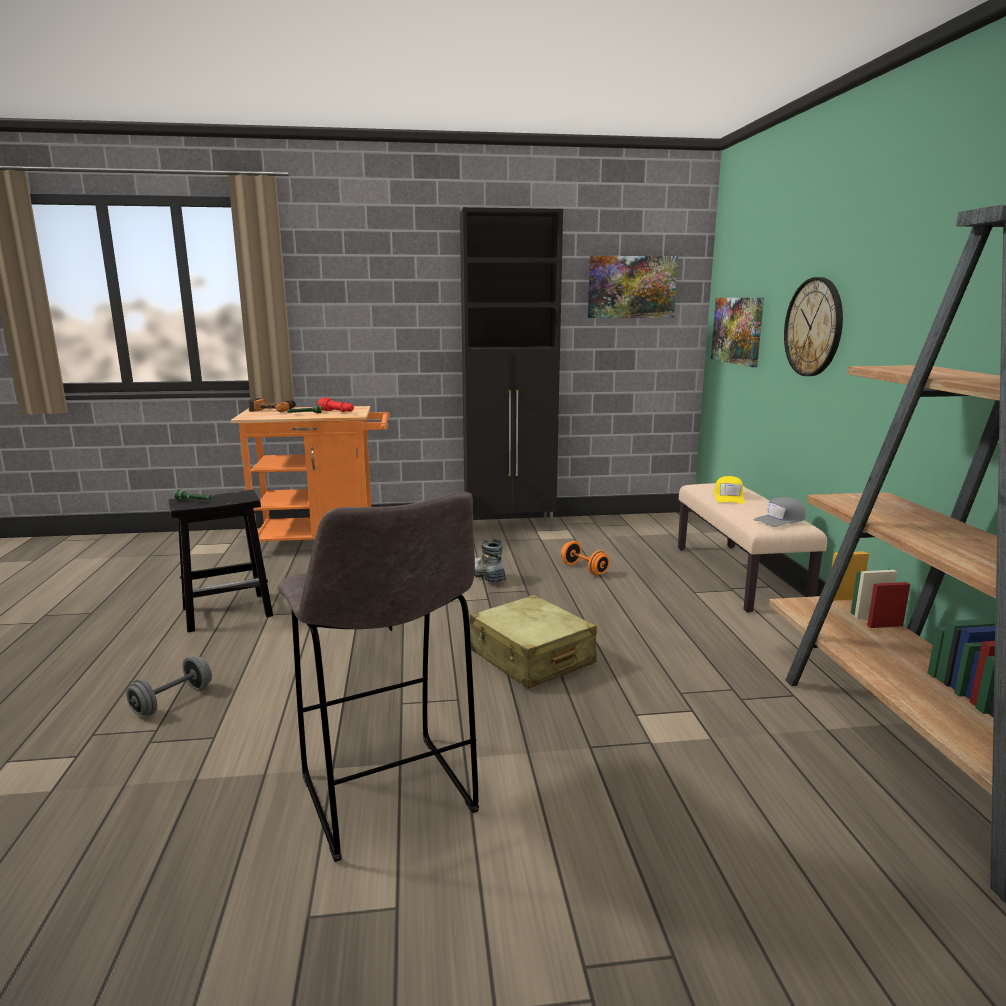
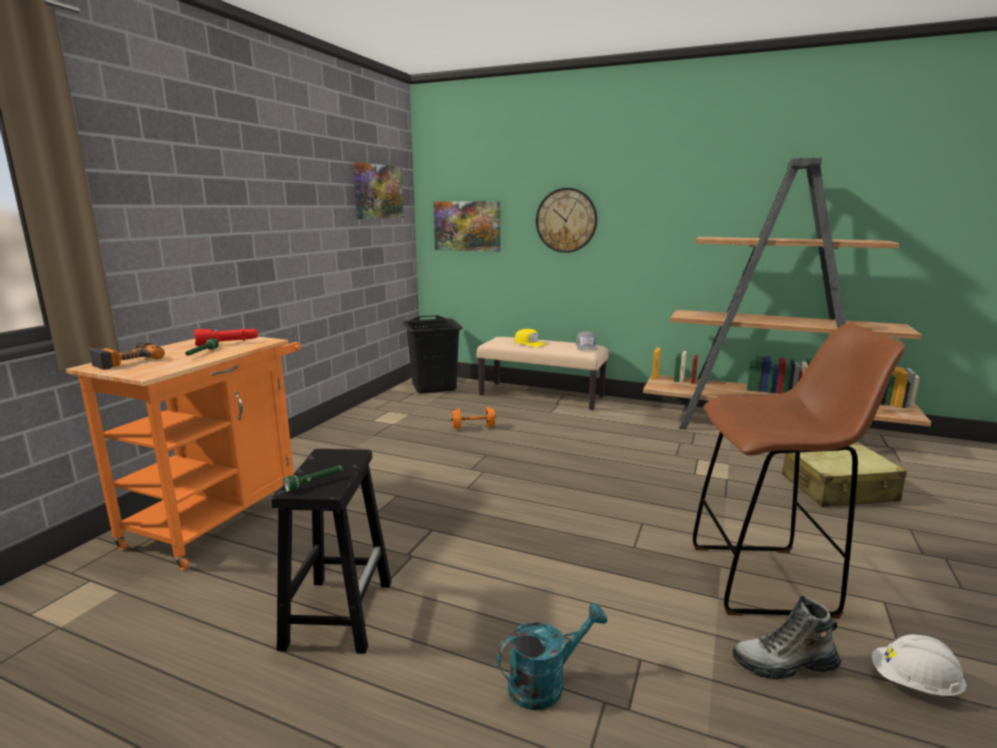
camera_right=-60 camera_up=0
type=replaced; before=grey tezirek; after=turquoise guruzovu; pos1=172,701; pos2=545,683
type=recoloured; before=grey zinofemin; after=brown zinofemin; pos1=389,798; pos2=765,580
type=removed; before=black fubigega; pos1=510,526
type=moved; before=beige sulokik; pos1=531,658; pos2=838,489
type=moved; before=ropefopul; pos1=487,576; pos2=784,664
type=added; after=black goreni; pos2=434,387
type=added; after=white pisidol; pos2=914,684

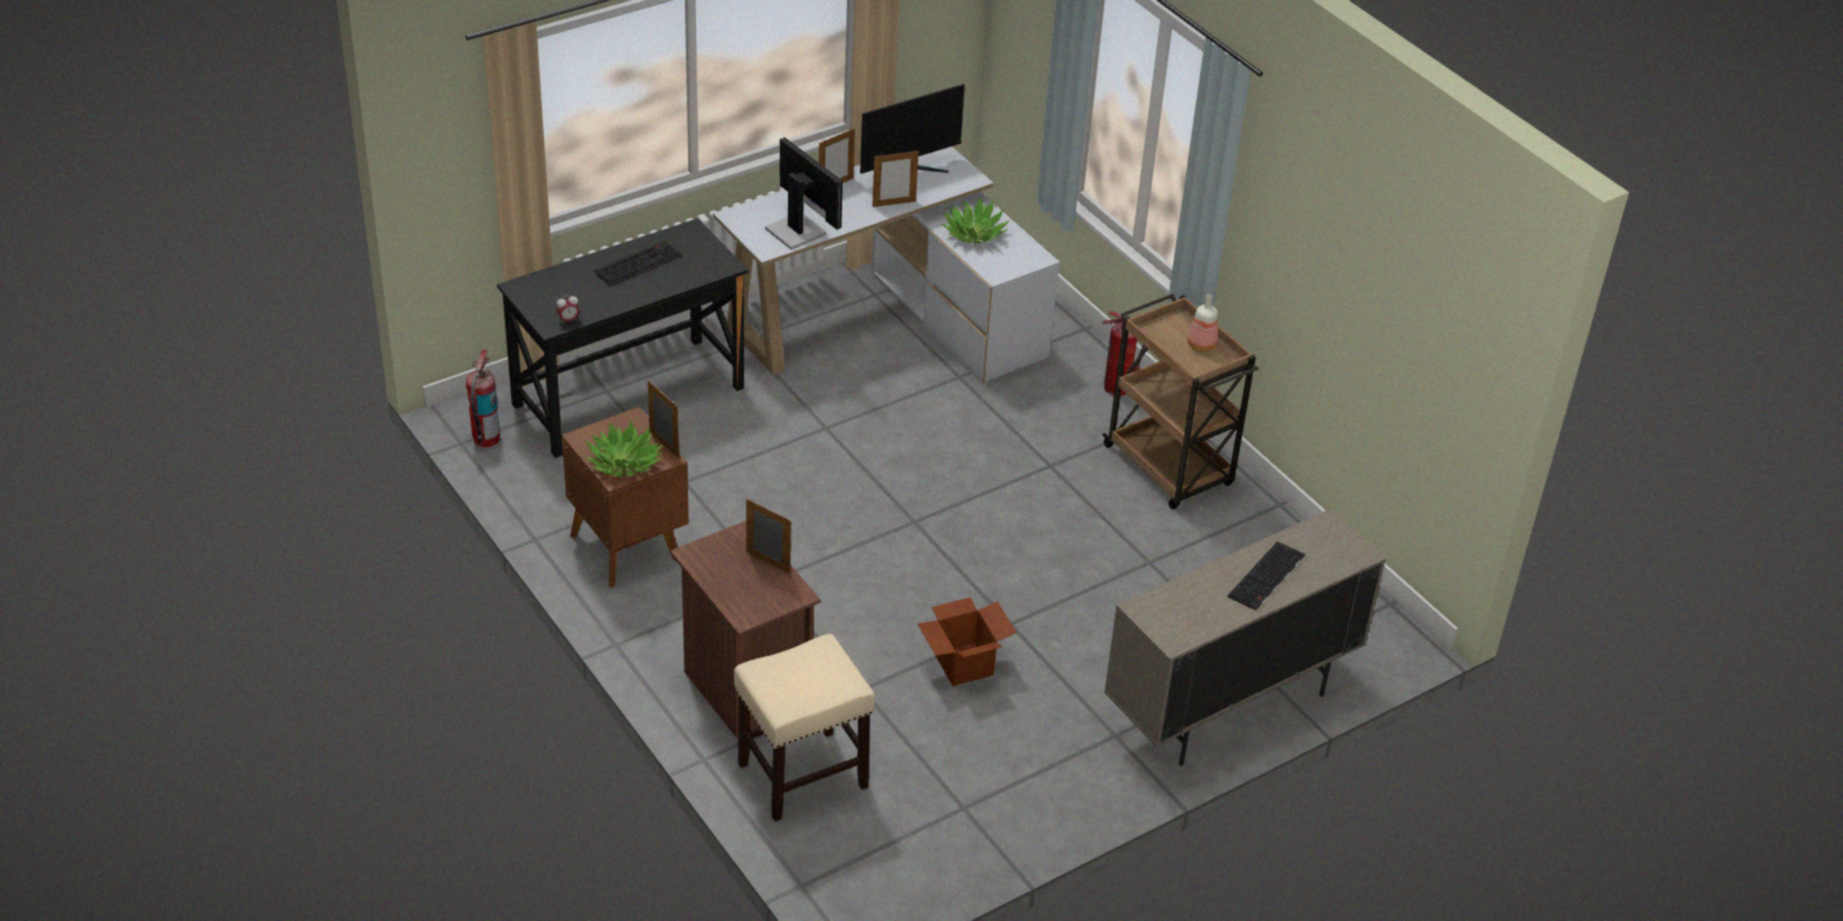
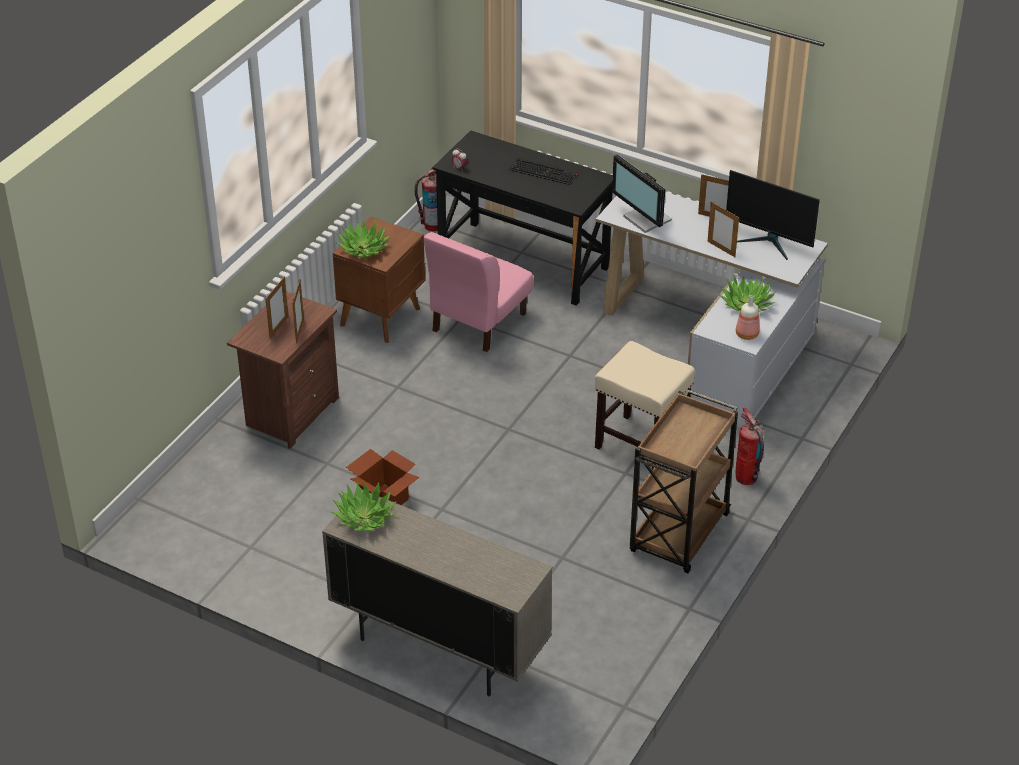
camera_right=65 camera_up=0
type=moved; before=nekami; pos1=664,445; pos2=279,327
type=moved; before=beige zinofemin; pos1=801,776; pos2=639,444
type=turned; before=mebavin; pos1=796,230; pos2=646,219; turn=120
type=moved; before=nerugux; pos1=1202,345; pos2=746,335
type=removed; before=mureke; pos1=1267,577
type=added; after=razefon; pos2=365,517
type=added; after=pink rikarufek; pos2=478,322

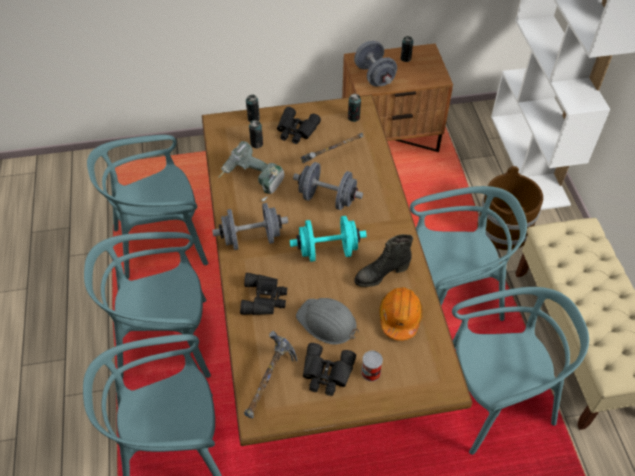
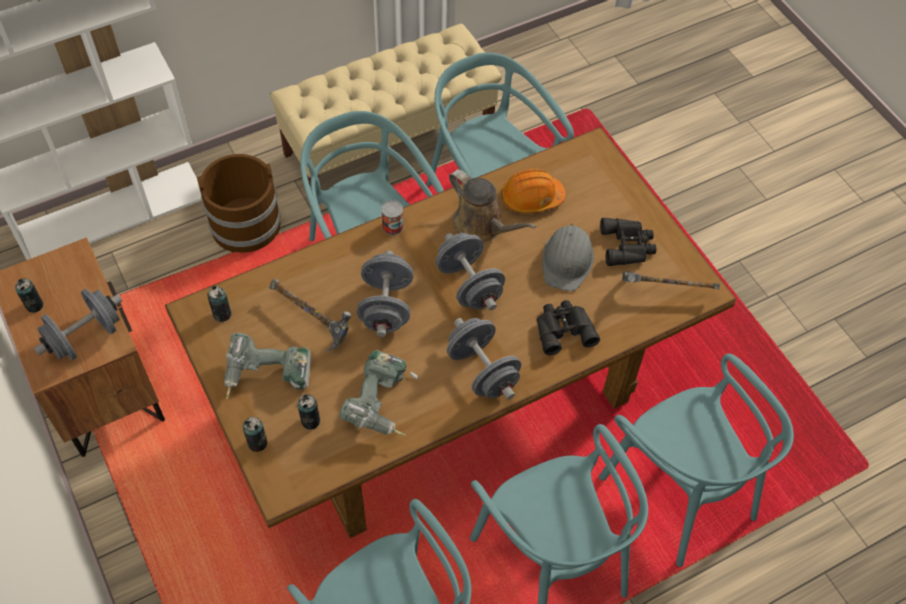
camera_right=-110 camera_up=5
type=replaced; before=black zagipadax; after=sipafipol; pos1=296,130; pos2=268,378
type=recoloured; before=turquoise tezirek; after=grey tezirek; pos1=327,251; pos2=469,285
type=replaced; before=black ropefopul; after=brown guruzovu; pos1=381,274; pos2=482,226
type=moved; before=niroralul; pos1=371,372; pos2=392,226

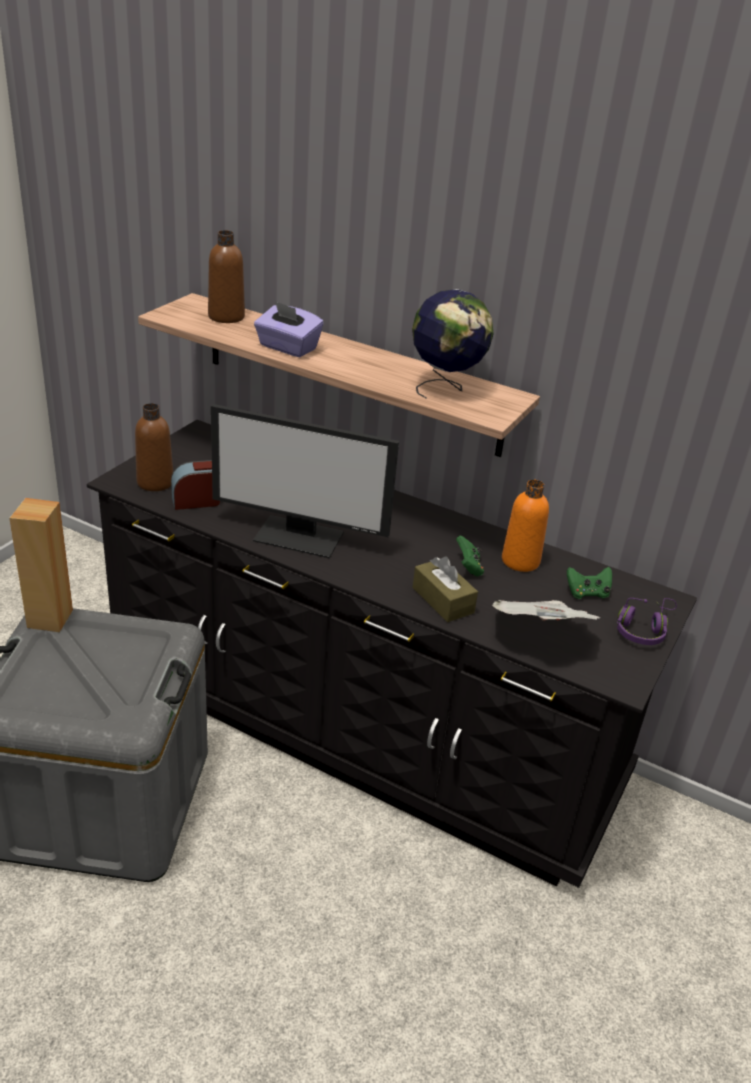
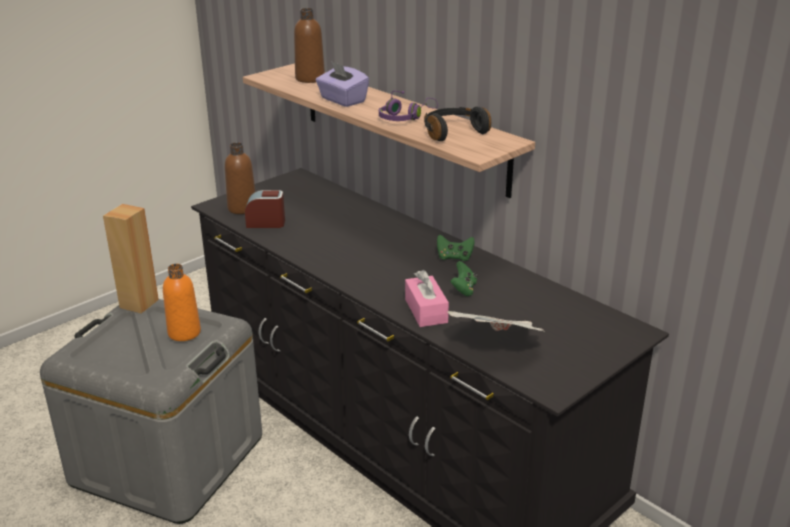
camera_right=20 camera_up=-5
type=removed; before=mebavin; pos1=300,536
type=replaced; before=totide; after=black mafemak; pos1=445,388; pos2=453,132
type=recoloured; before=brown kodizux; after=pink kodizux; pos1=443,600; pos2=426,311
type=moved; before=orange nerugux; pos1=520,561; pos2=184,333
type=moved; before=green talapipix; pos1=587,593; pos2=454,257
type=moved; before=purple mafemak; pos1=643,629; pos2=405,118

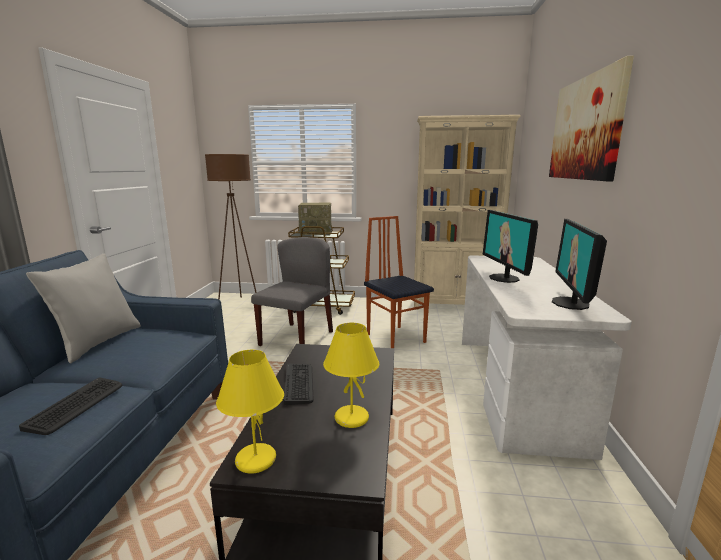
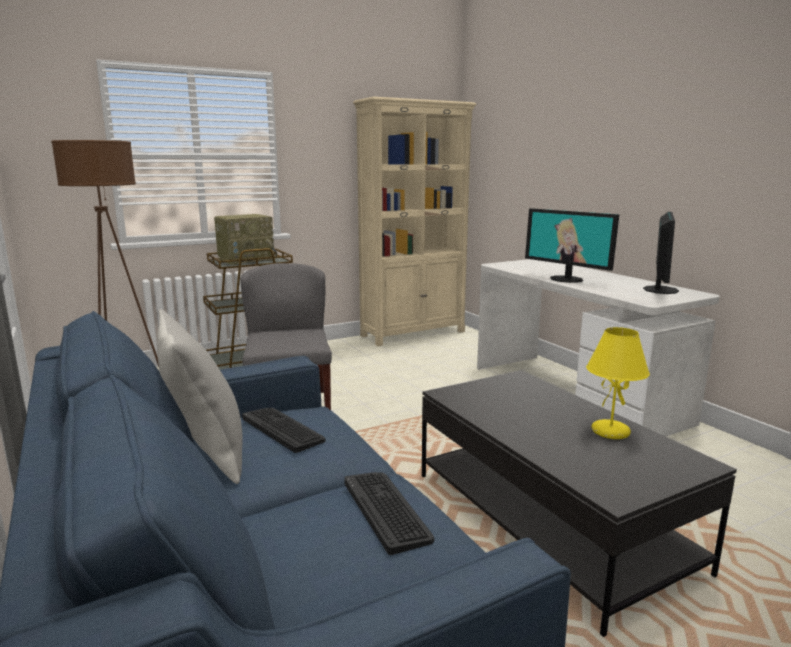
camera_right=-35 camera_up=0
type=removed; before=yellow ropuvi; pos1=255,460
type=moved; before=mureke; pos1=299,383; pos2=283,429
type=removed; before=rikarufek; pos1=396,338
type=removed; before=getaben; pos1=585,128
type=turned; before=mebavin; pos1=571,303; pos2=659,290; turn=-135

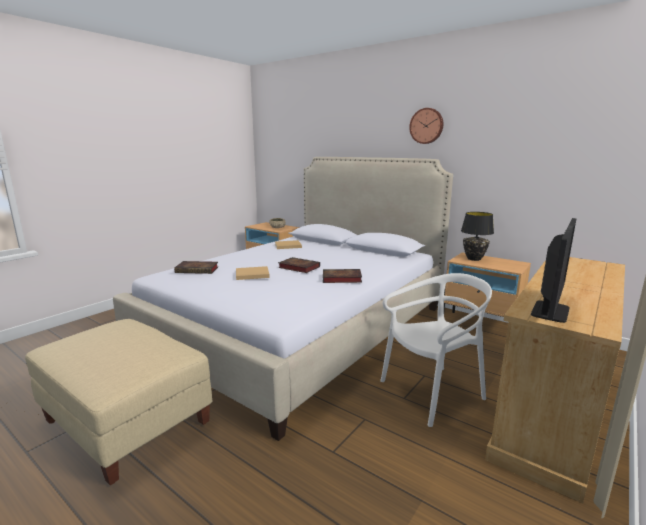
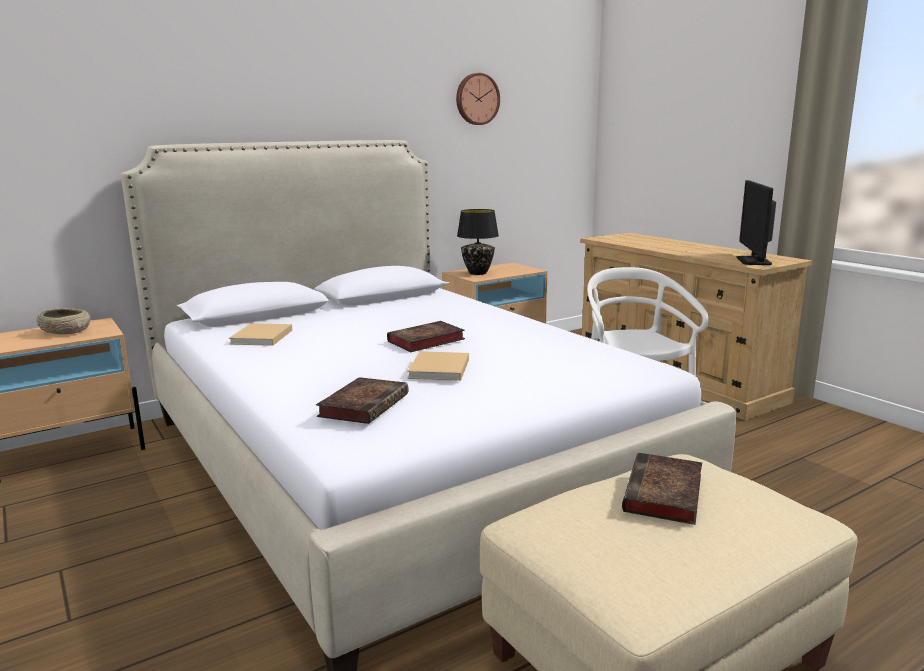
camera_right=-70 camera_up=0
type=moved; before=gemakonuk; pos1=340,279; pos2=664,495
type=moved; before=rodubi; pos1=426,126; pos2=476,99
type=turned; before=mebavin; pos1=550,311; pos2=753,261; turn=-135

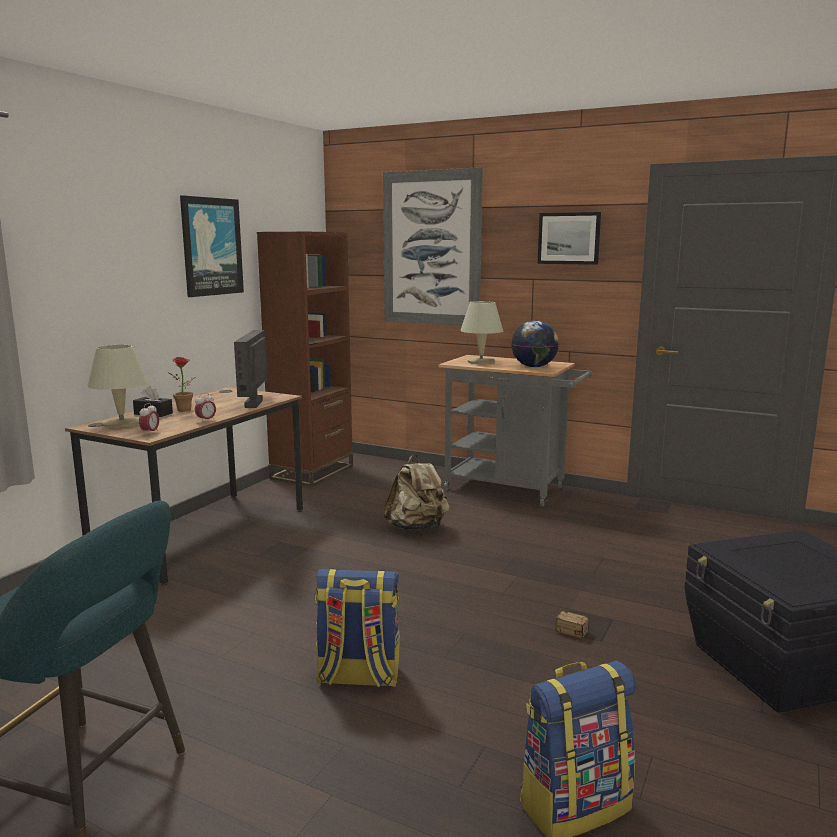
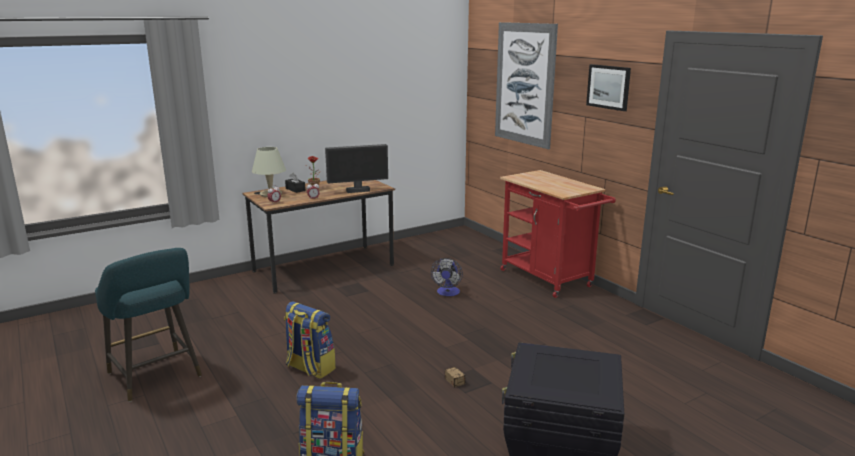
camera_right=30 camera_up=5
type=removed; before=getaben; pos1=211,246
type=turned; before=mebavin; pos1=255,404; pos2=358,191; turn=-135
type=removed; before=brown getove; pos1=312,472
type=replaced; before=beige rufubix; after=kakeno; pos1=417,528; pos2=447,293
type=recoloured; before=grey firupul; after=red firupul; pos1=511,489; pos2=550,280
type=removed; before=beige ropuvi; pos1=480,362
type=removed; before=totide; pos1=534,367

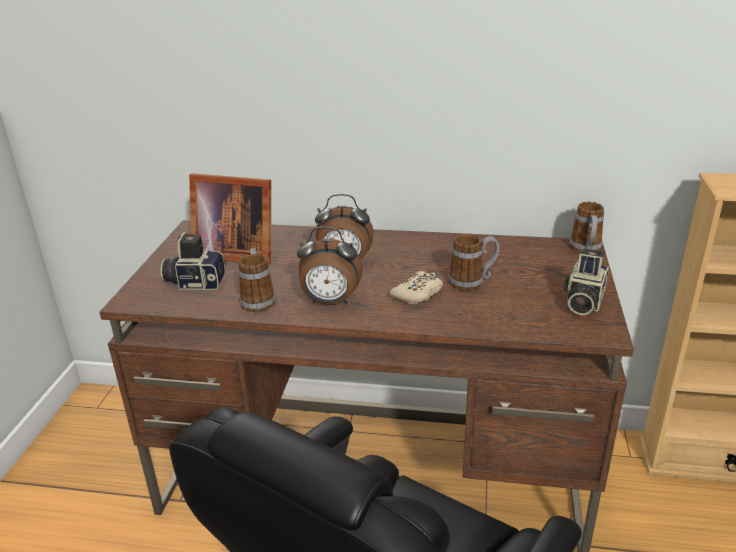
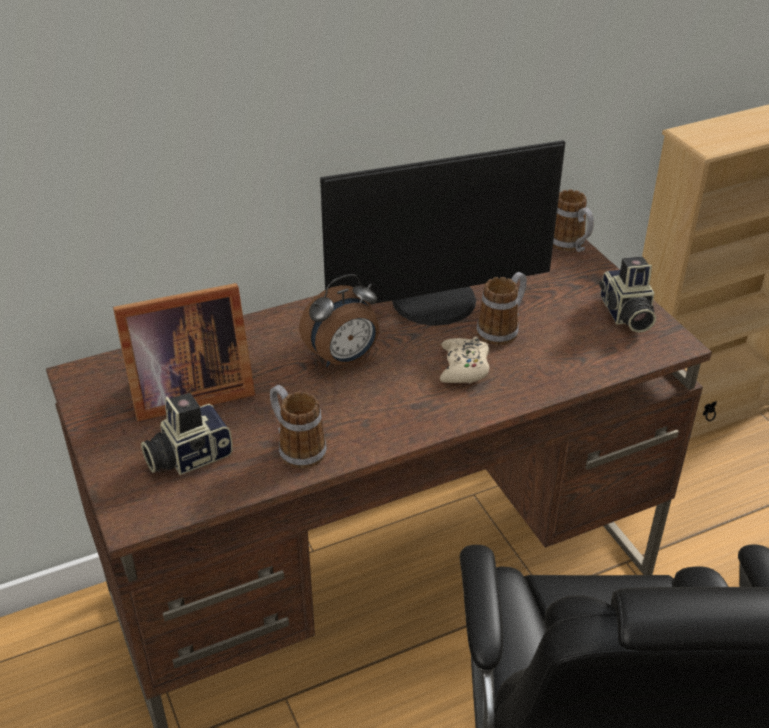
camera_right=-35 camera_up=10
type=removed; before=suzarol; pos1=330,302
type=added; after=mebavin; pos2=436,303

